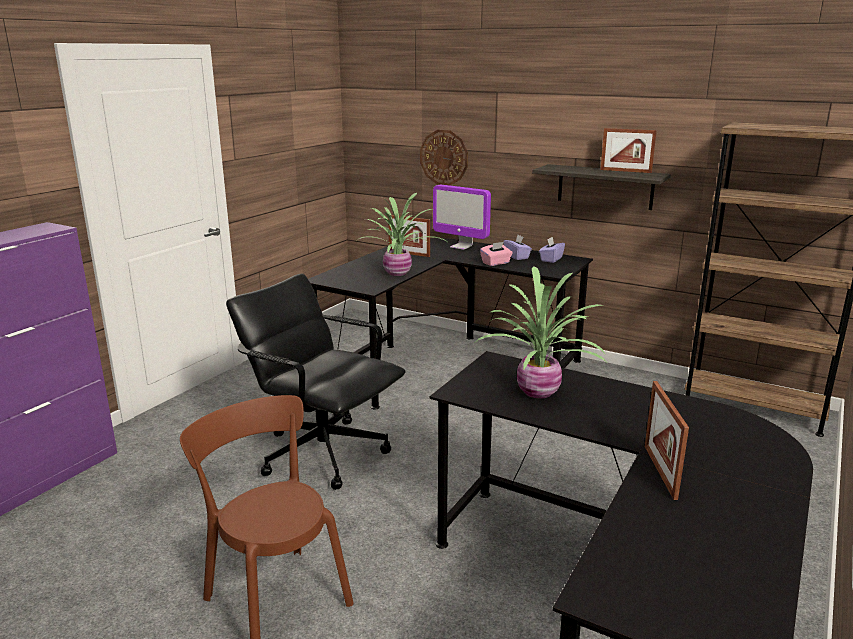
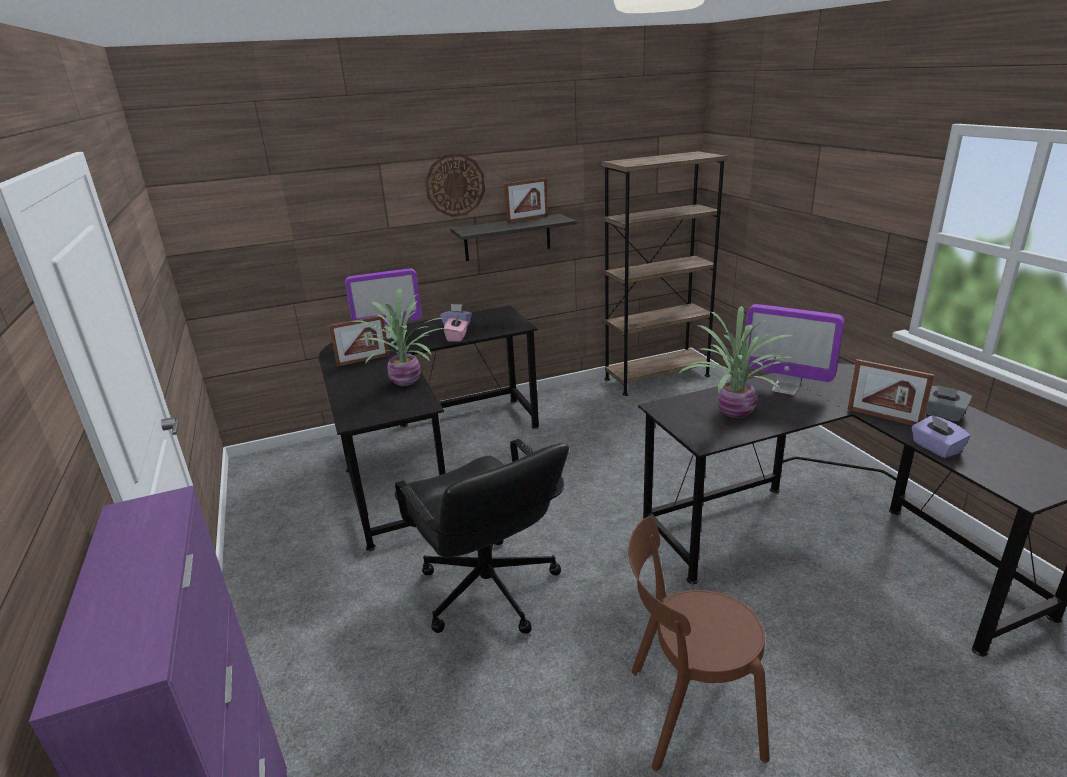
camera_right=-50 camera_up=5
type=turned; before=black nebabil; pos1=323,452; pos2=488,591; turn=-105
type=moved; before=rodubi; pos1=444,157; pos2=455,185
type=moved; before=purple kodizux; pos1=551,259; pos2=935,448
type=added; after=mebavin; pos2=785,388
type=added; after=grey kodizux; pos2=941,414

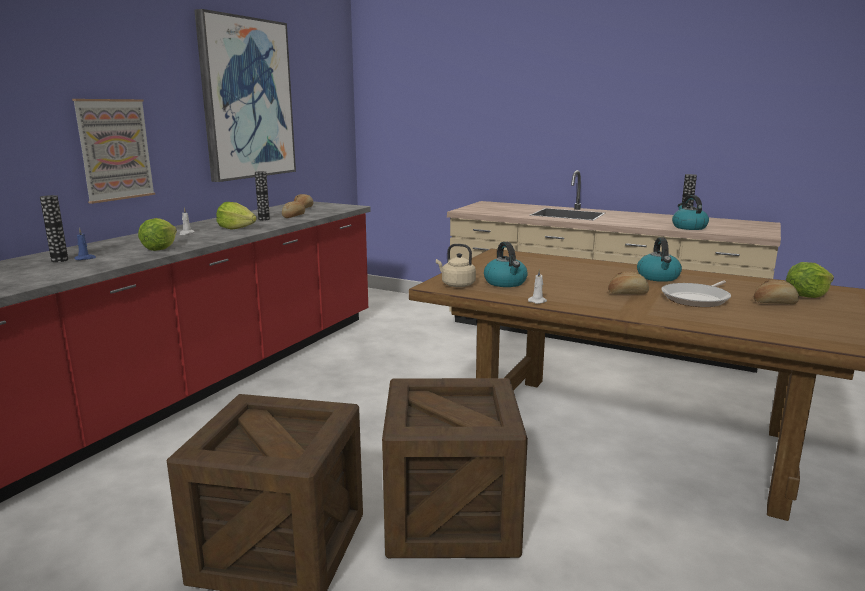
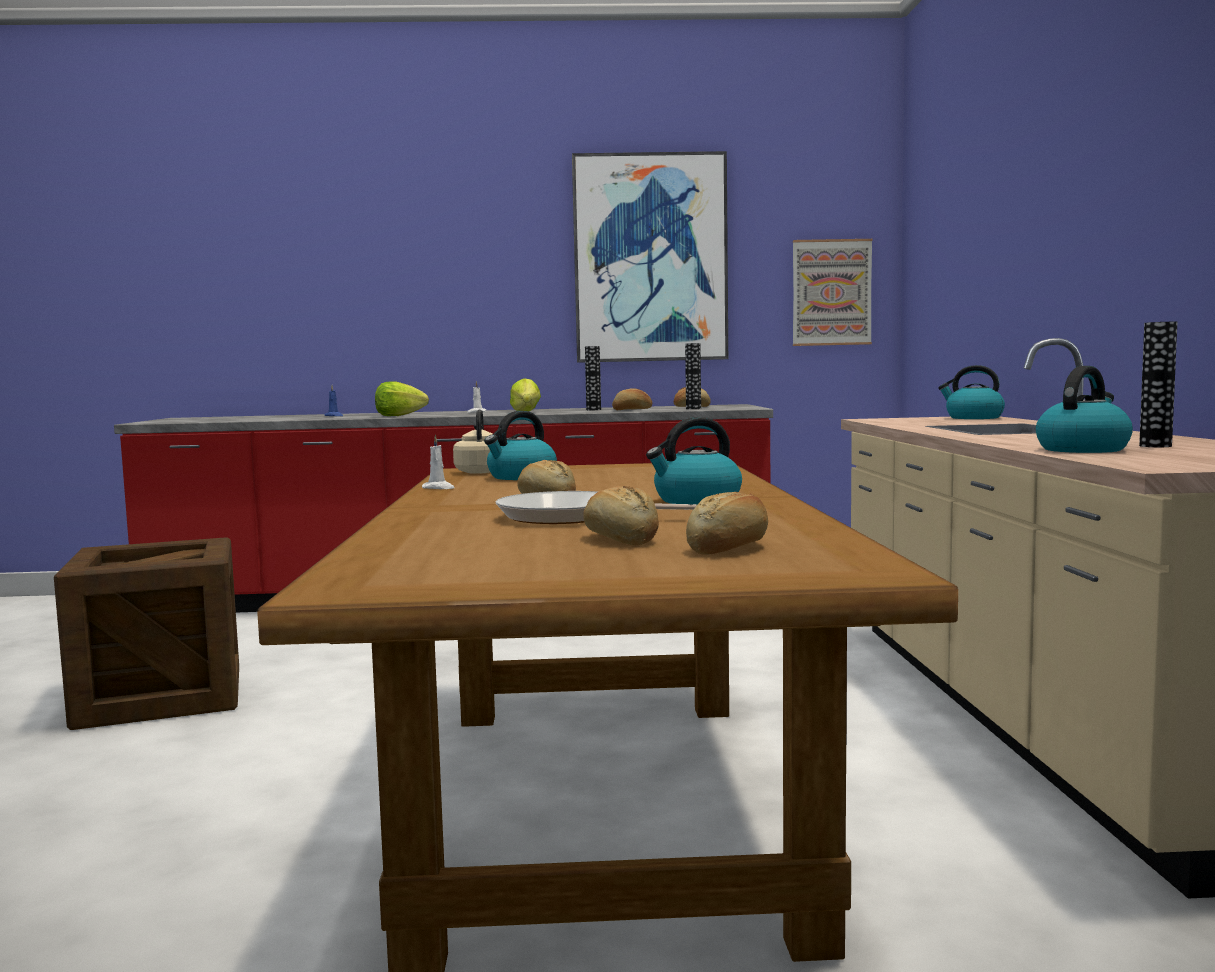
camera_right=60 camera_up=-10
type=moved; before=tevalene; pos1=59,260; pos2=693,409
type=moved; before=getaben; pos1=114,149; pos2=831,292
type=removed; before=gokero; pos1=451,517
type=replaced; before=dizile; after=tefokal; pos1=806,296; pos2=729,548
type=added; after=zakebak; pos2=973,418

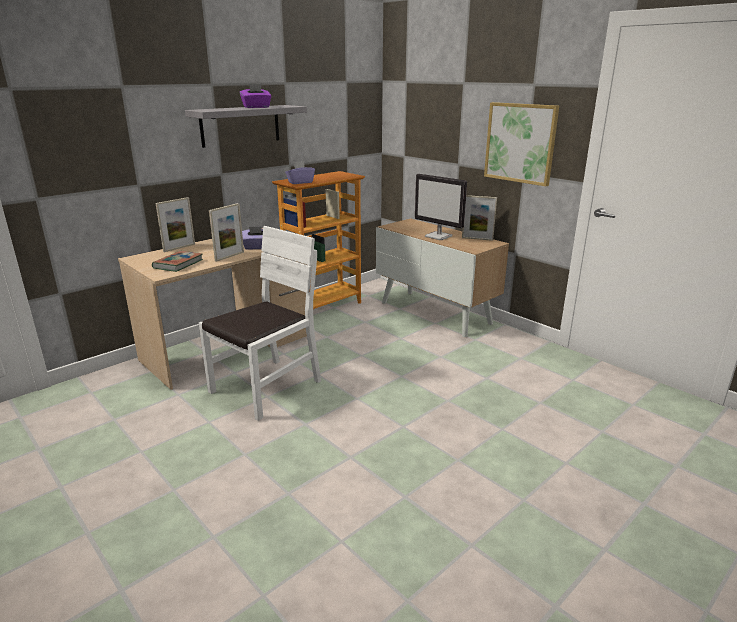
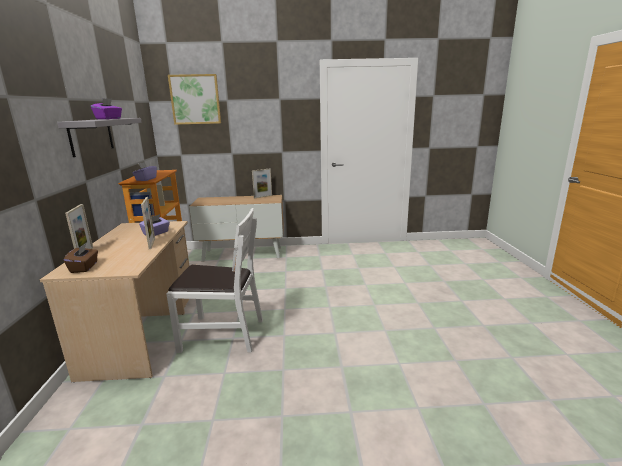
camera_right=-50 camera_up=-5
type=removed; before=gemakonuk; pos1=178,264
type=turned; before=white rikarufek; pos1=266,387; pos2=222,334; turn=105
type=removed; before=mebavin; pos1=439,236
type=moved; before=getaben; pos1=520,143; pos2=195,99
type=added; after=brown kodizux; pos2=84,267

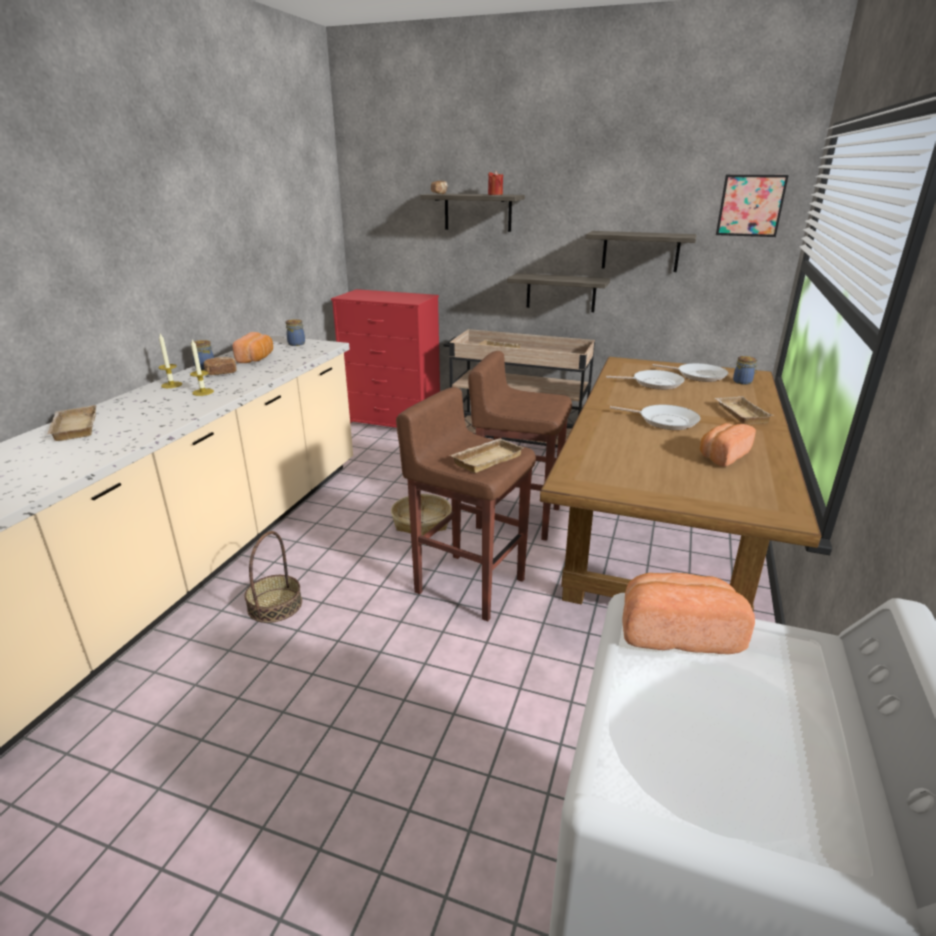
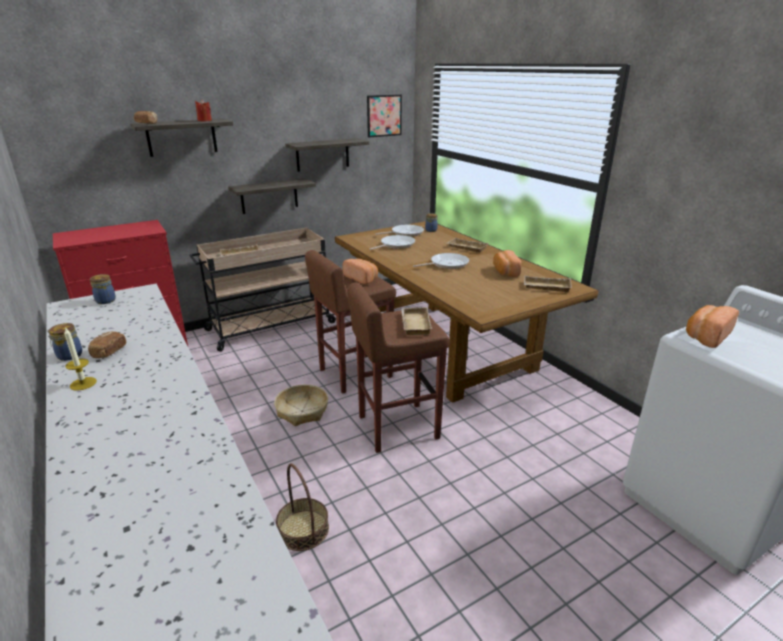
camera_right=-50 camera_up=0
type=moved; before=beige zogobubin; pos1=73,427; pos2=546,287
type=removed; before=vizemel; pos1=203,392
type=moved; before=tefokal; pos1=257,358; pos2=362,278

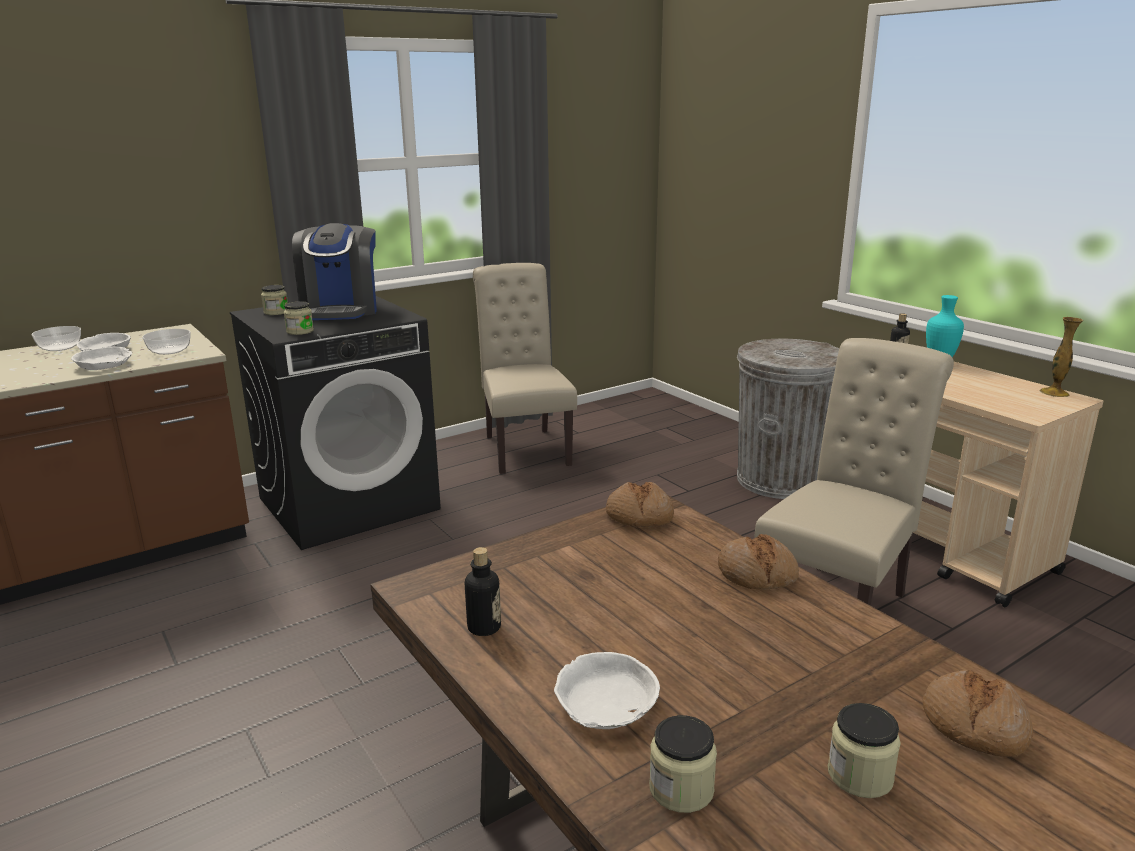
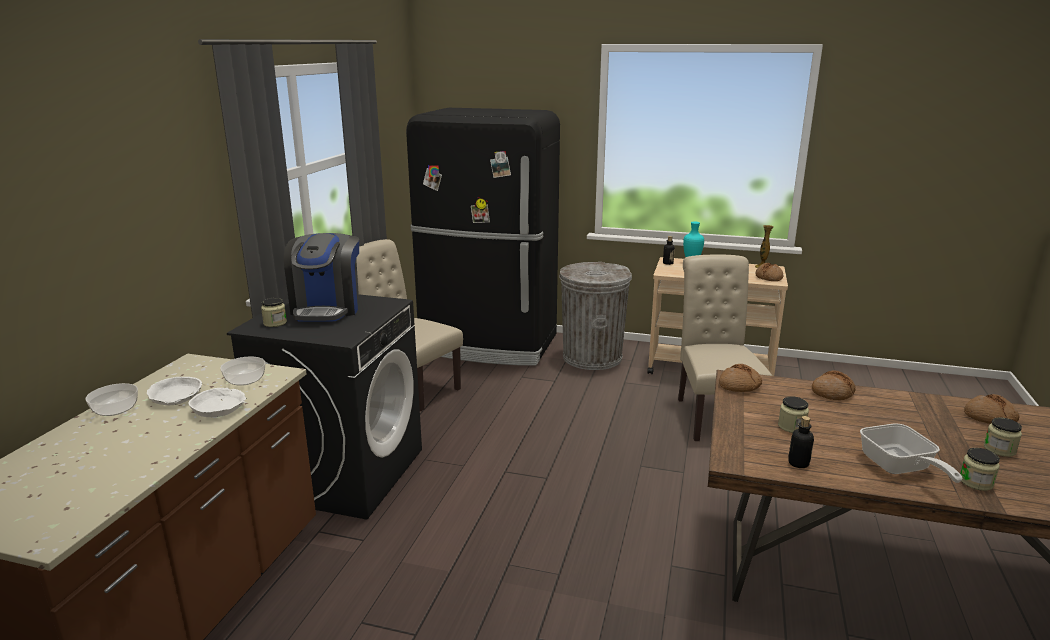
camera_right=-40 camera_up=0
type=moved; before=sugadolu; pos1=300,331; pos2=791,426
type=turned; before=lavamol; pos1=341,310; pos2=327,308; turn=45
type=replaced; before=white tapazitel; after=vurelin; pos1=605,704; pos2=899,468
type=added; after=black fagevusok; pos2=488,344
type=added; after=tefokal; pos2=769,277

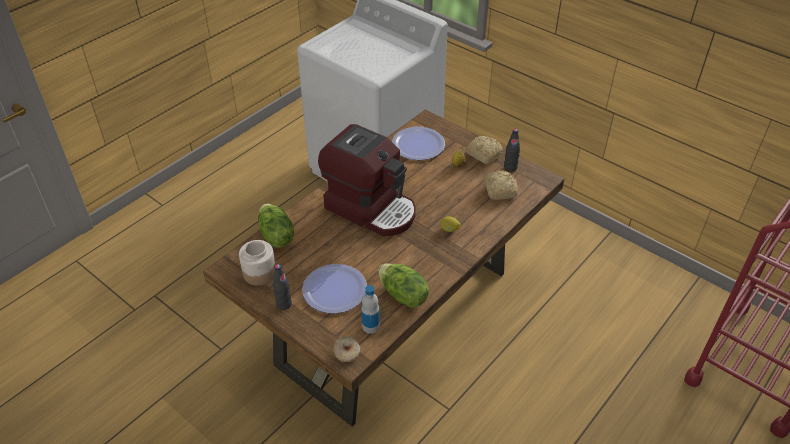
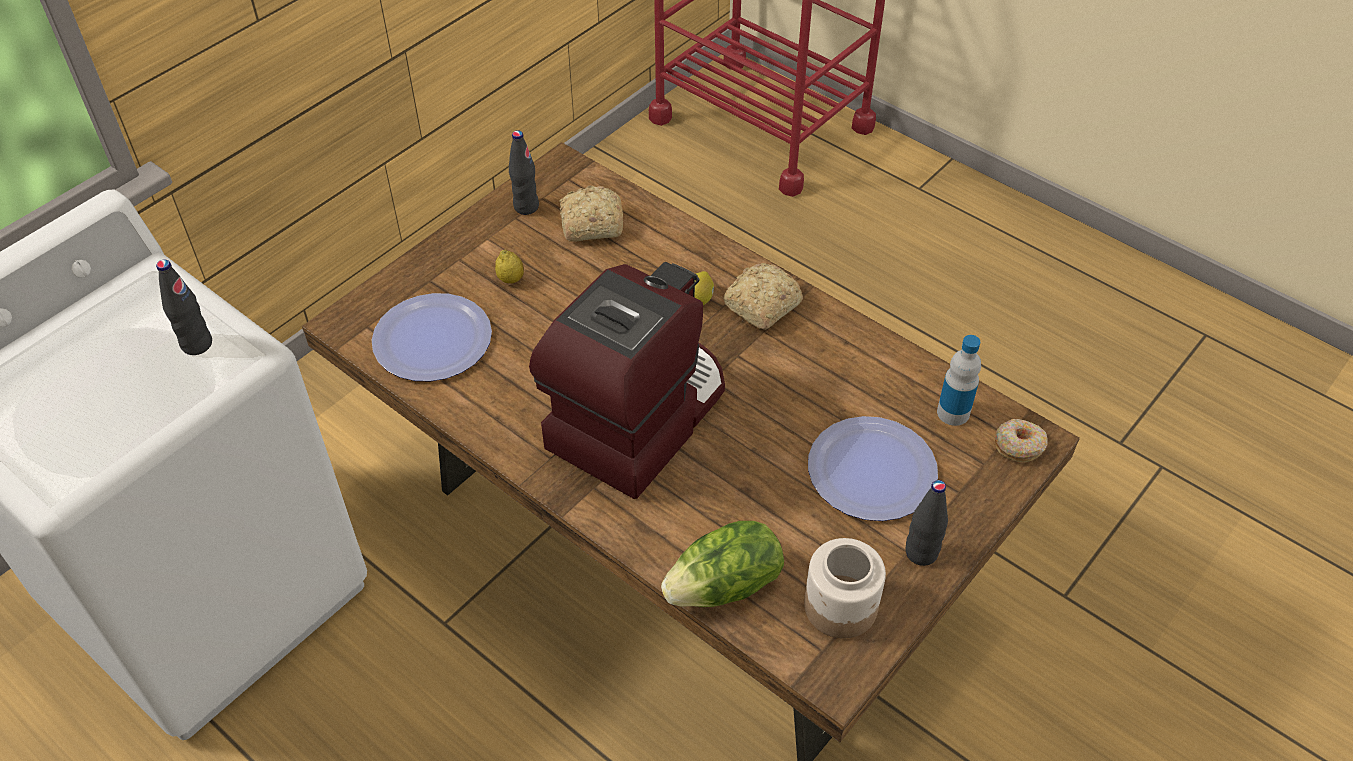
camera_right=-90 camera_up=5
type=removed; before=dizile; pos1=403,295
type=moved; before=tefokal; pos1=483,154; pos2=760,306
type=added; after=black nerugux; pos2=197,344

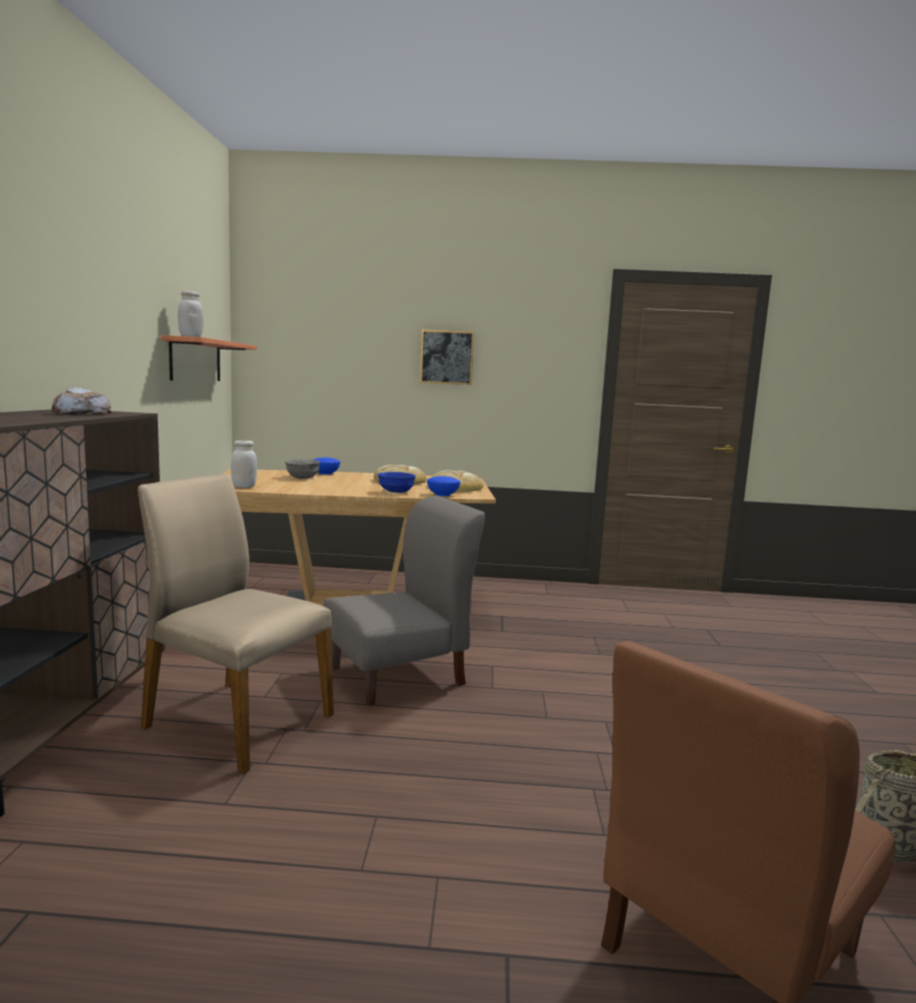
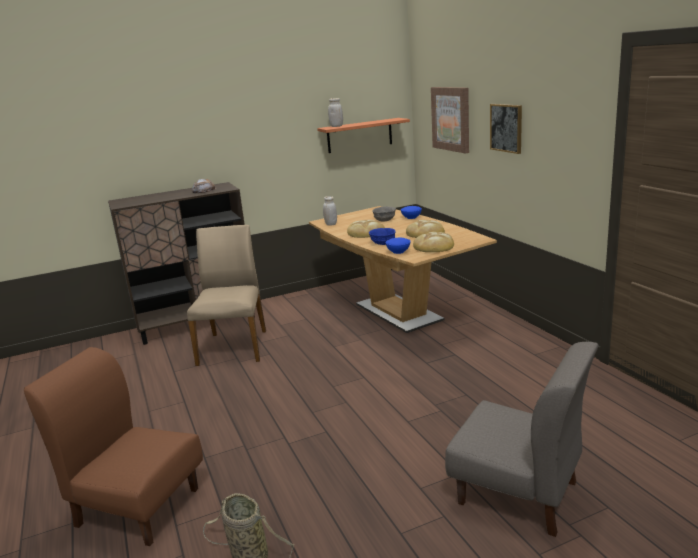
camera_right=65 camera_up=10
type=moved; before=grey rikarufek; pos1=399,675; pos2=518,493
type=added; after=tefokal; pos2=365,232
type=added; after=getaben; pos2=451,119

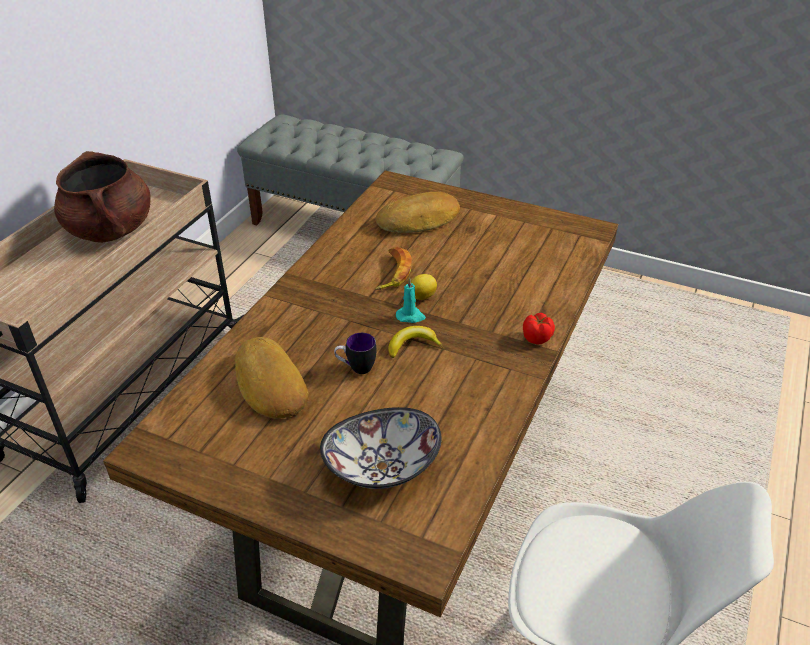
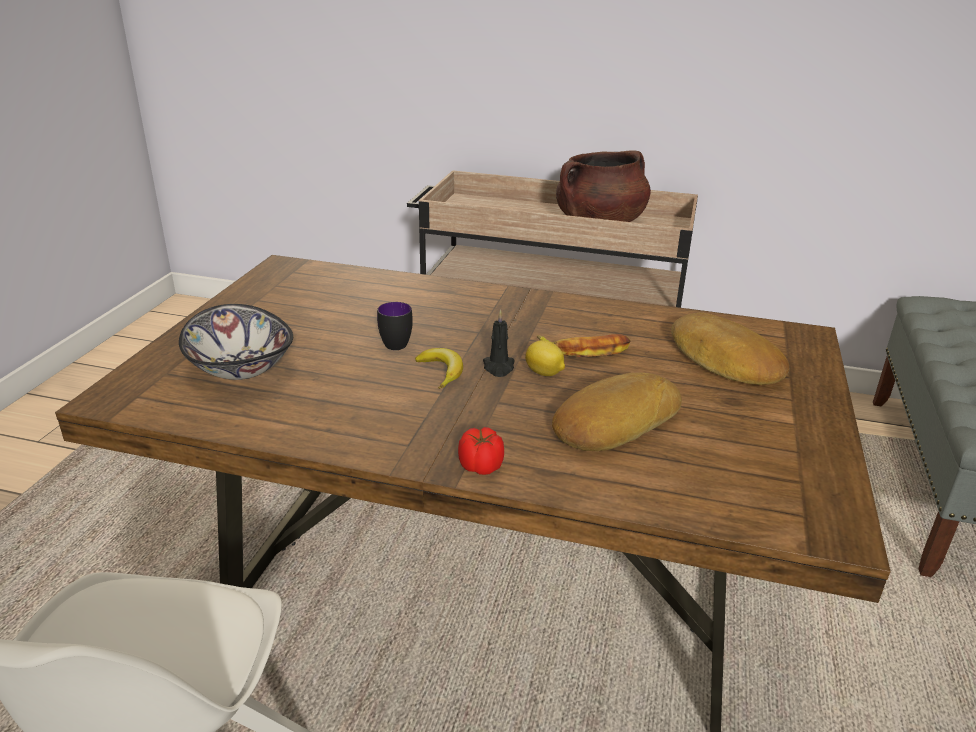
camera_right=80 camera_up=-10
type=moved; before=tefokal; pos1=269,385; pos2=613,421
type=recoloured; before=turquoise vizemel; after=black vizemel; pos1=410,316; pos2=498,367

